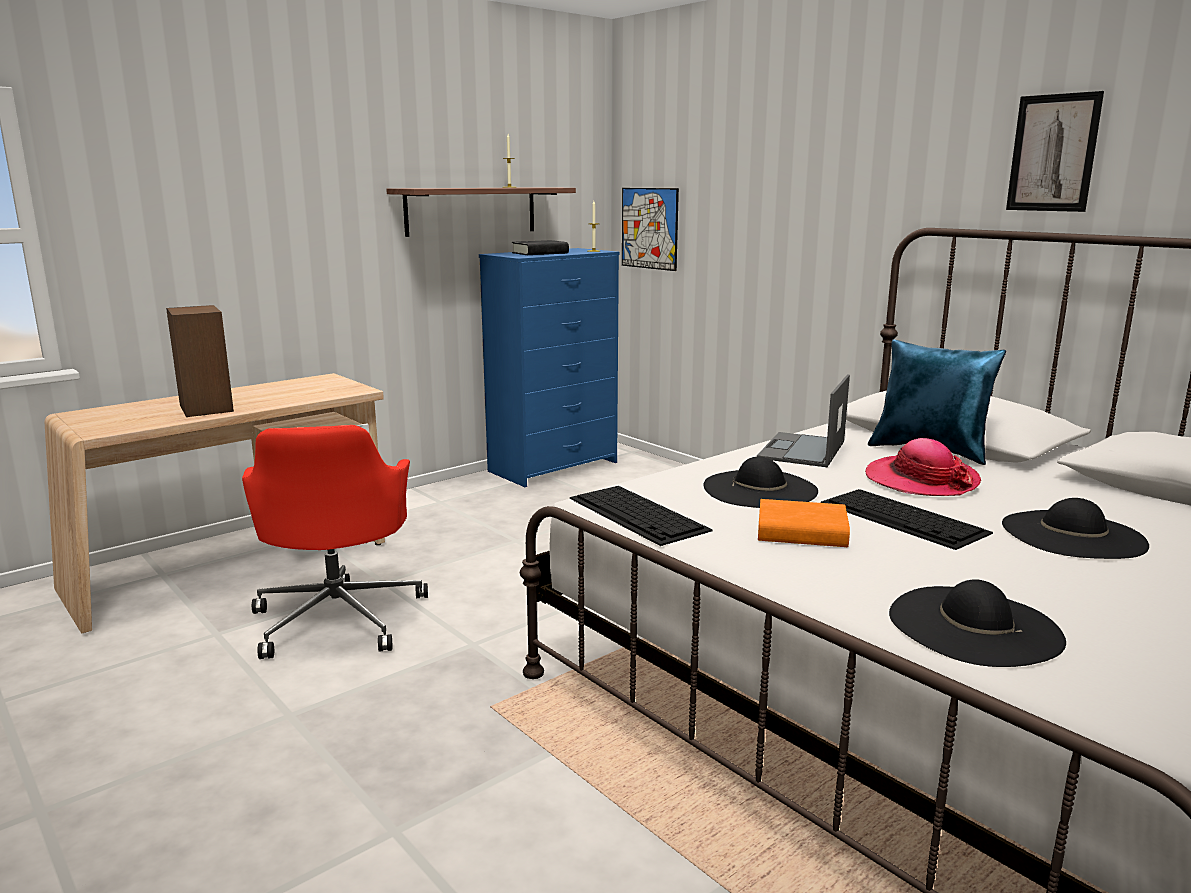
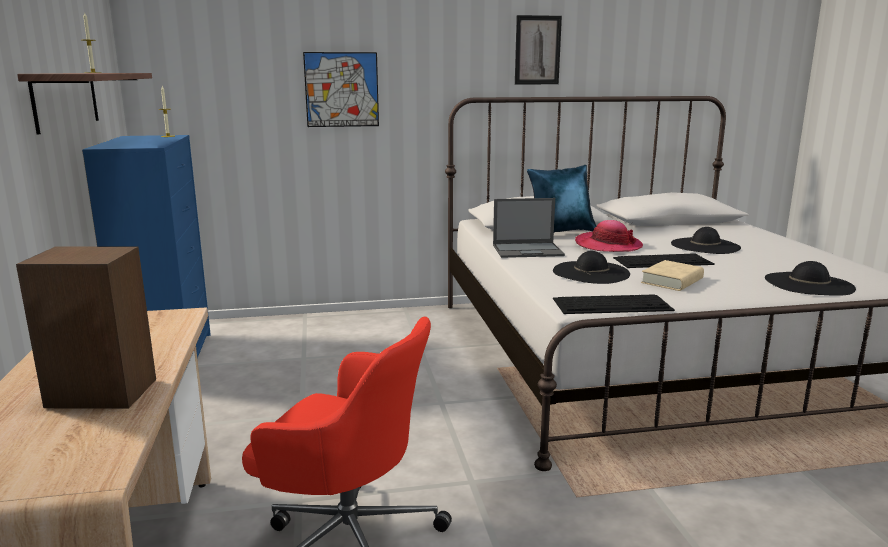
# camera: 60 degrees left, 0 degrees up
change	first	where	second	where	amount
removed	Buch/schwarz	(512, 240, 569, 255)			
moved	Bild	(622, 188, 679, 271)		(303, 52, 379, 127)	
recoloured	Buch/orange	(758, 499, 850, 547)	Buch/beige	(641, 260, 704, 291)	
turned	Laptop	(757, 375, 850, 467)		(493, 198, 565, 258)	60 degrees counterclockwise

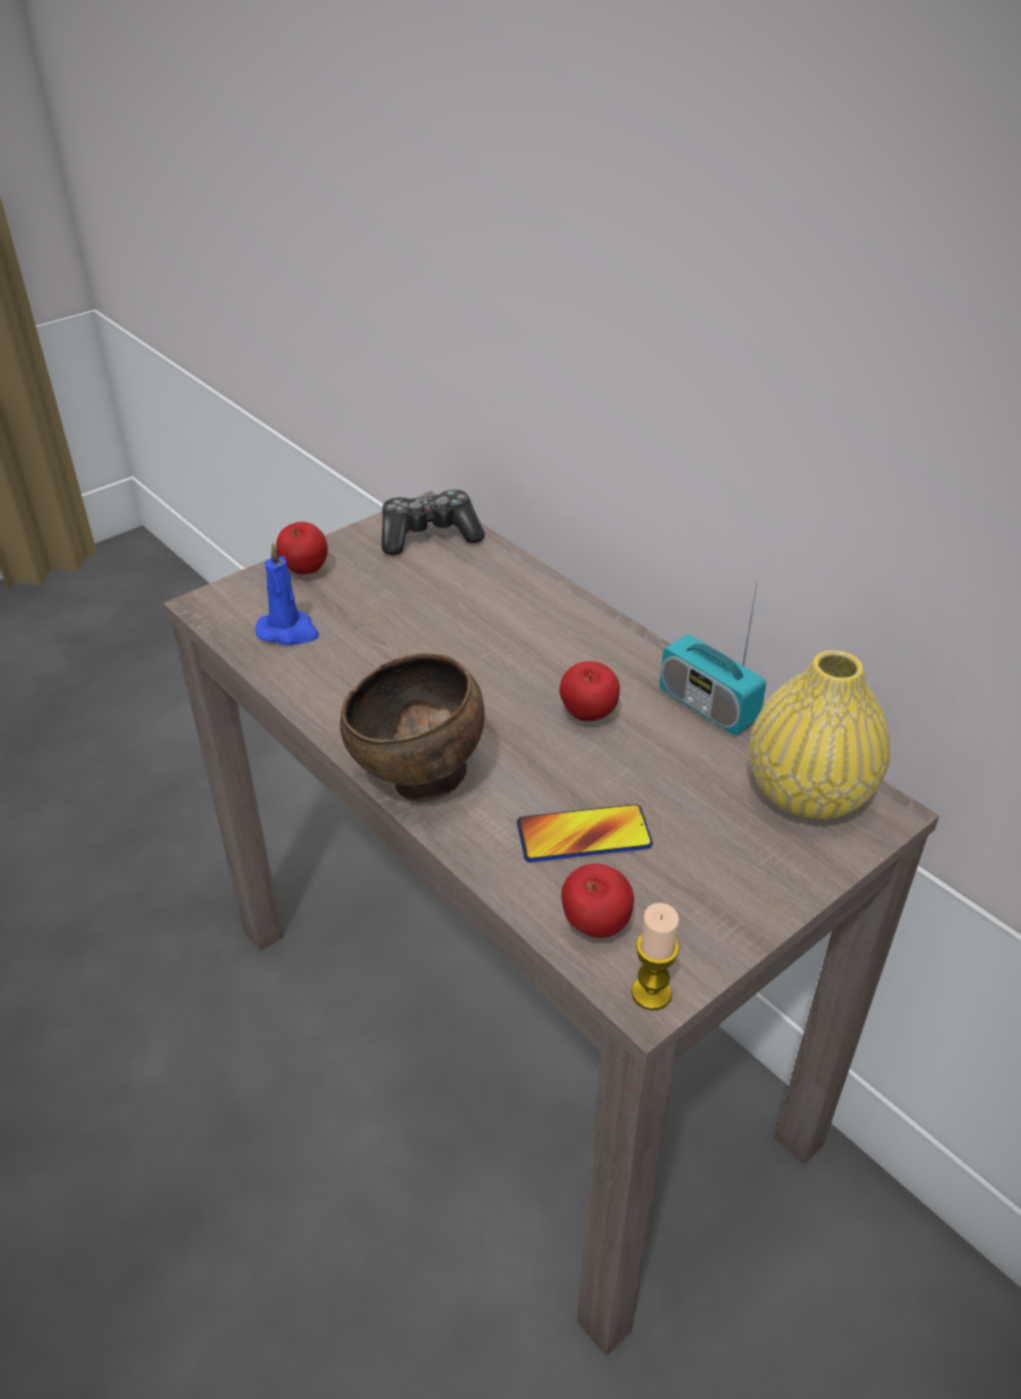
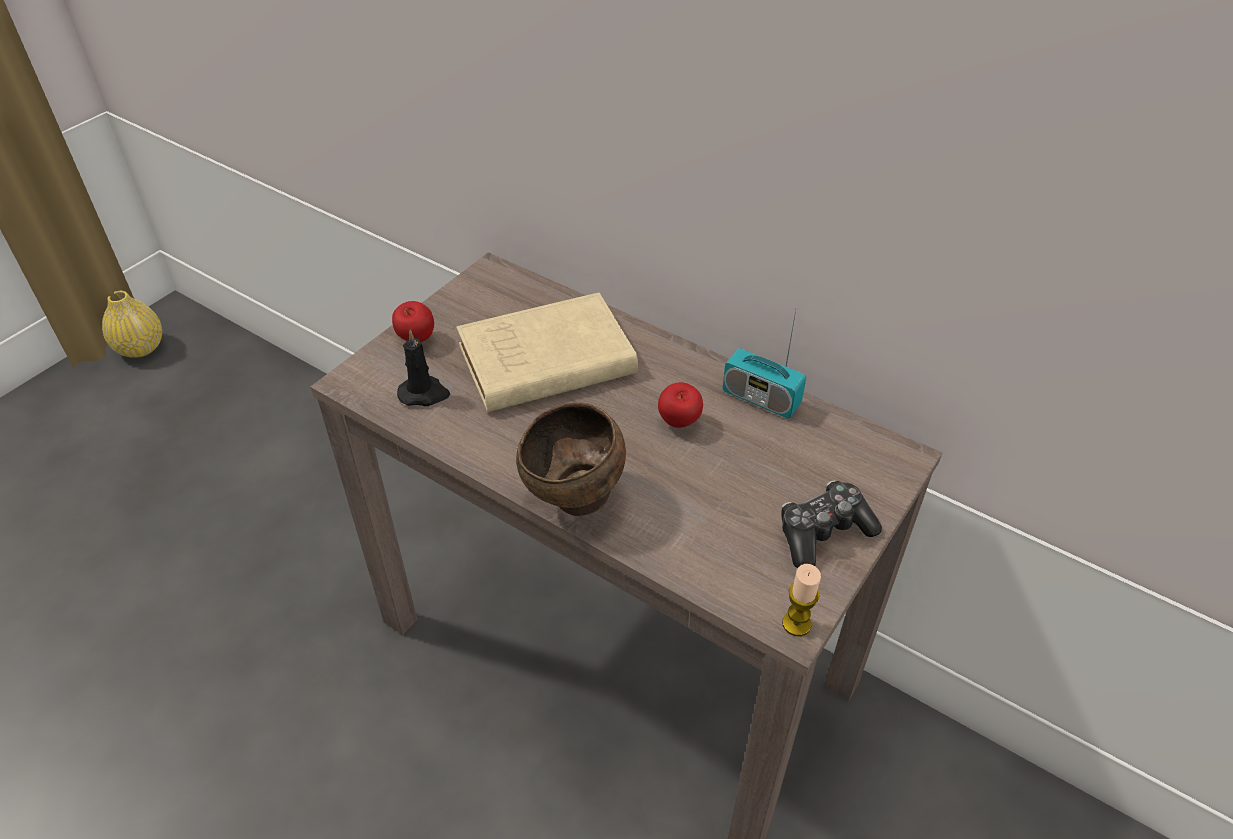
# camera: 15 degrees left, 5 degrees up
change	first	where	second	where	amount
removed	Handy	(517, 804, 653, 862)			
removed	Apfel	(561, 864, 634, 938)			
added			Buch/beige	(456, 292, 638, 412)	
moved	Gamepad	(382, 490, 485, 555)		(781, 480, 882, 568)	
moved	Vase/gelb	(750, 650, 890, 820)		(102, 291, 162, 358)	
recoloured	Kerze/blau	(255, 542, 319, 645)	Kerze/schwarz	(397, 330, 450, 406)	

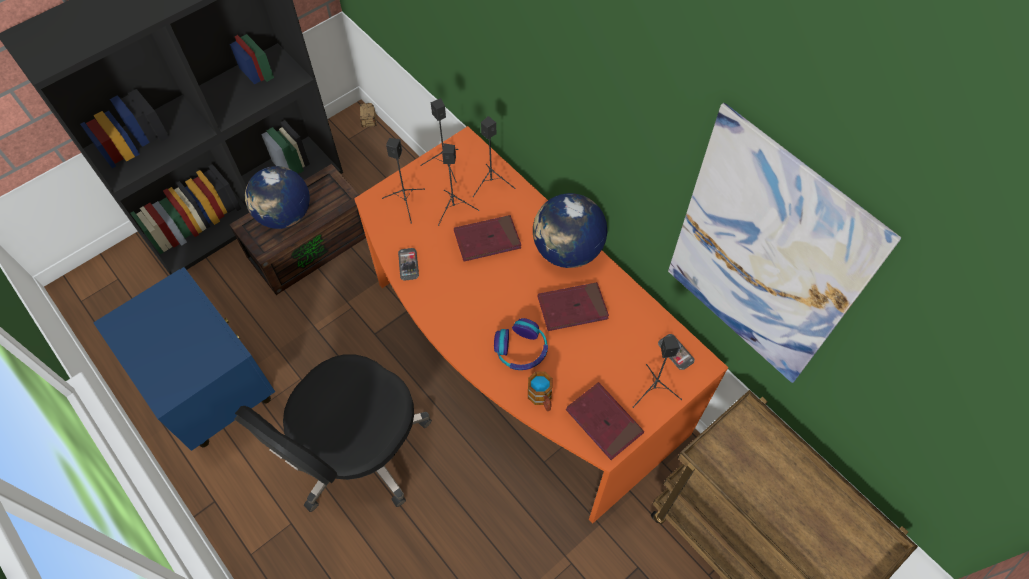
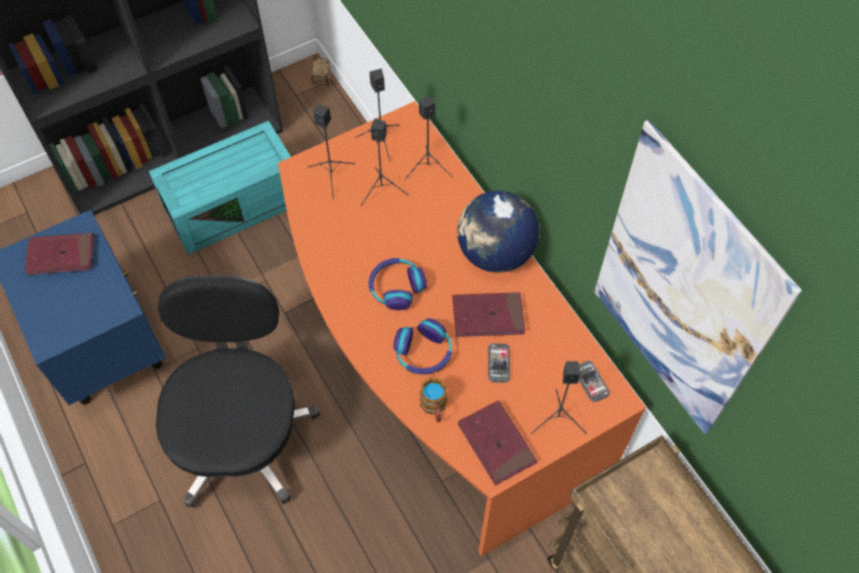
# camera: 10 degrees right, 0 degrees up
change	first	where	second	where	amount
removed	Globus	(245, 166, 310, 229)			
added			Kopfhörer	(369, 258, 427, 310)	
moved	Handy	(398, 248, 419, 281)		(488, 343, 510, 383)	
moved	Buch/rot	(454, 215, 521, 262)		(25, 233, 94, 275)	
recoloured	Aufbewahrungsbox/braun	(229, 164, 366, 295)	Aufbewahrungsbox/türkis	(149, 121, 291, 255)	
turned	Bürostuhl/schwarz	(234, 354, 432, 512)		(156, 275, 320, 508)	135 degrees clockwise

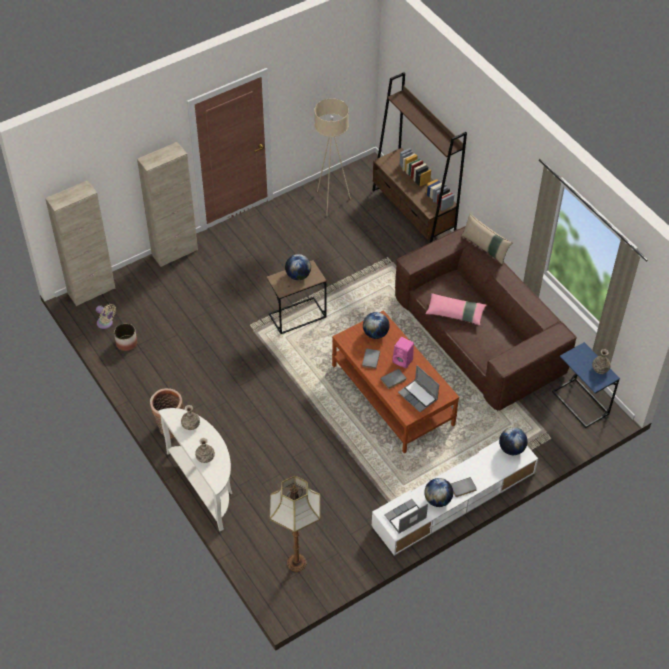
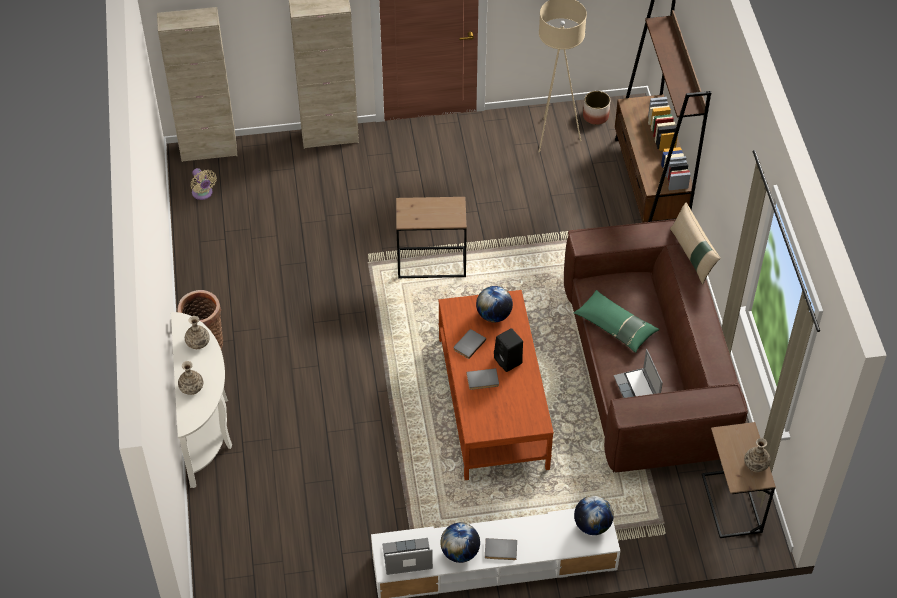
# camera: 25 degrees right, 0 degrees up
change	first	where	second	where	amount
removed	Stehlampe	(269, 476, 320, 572)			
removed	Globus	(285, 254, 311, 280)			
moved	Pflanzkübel	(114, 323, 137, 351)		(583, 91, 610, 125)	
moved	Laptop	(398, 365, 439, 412)		(614, 349, 663, 398)	
recoloured	Lautsprecher/rosa	(392, 337, 414, 368)	Lautsprecher/schwarz	(494, 328, 523, 372)	
recoloured	Kissen/rosa	(425, 293, 486, 326)	Kissen/grün	(574, 290, 660, 353)	
recoloured	Beistelltisch/blau	(552, 342, 620, 428)	Beistelltisch/braun	(702, 422, 776, 538)	

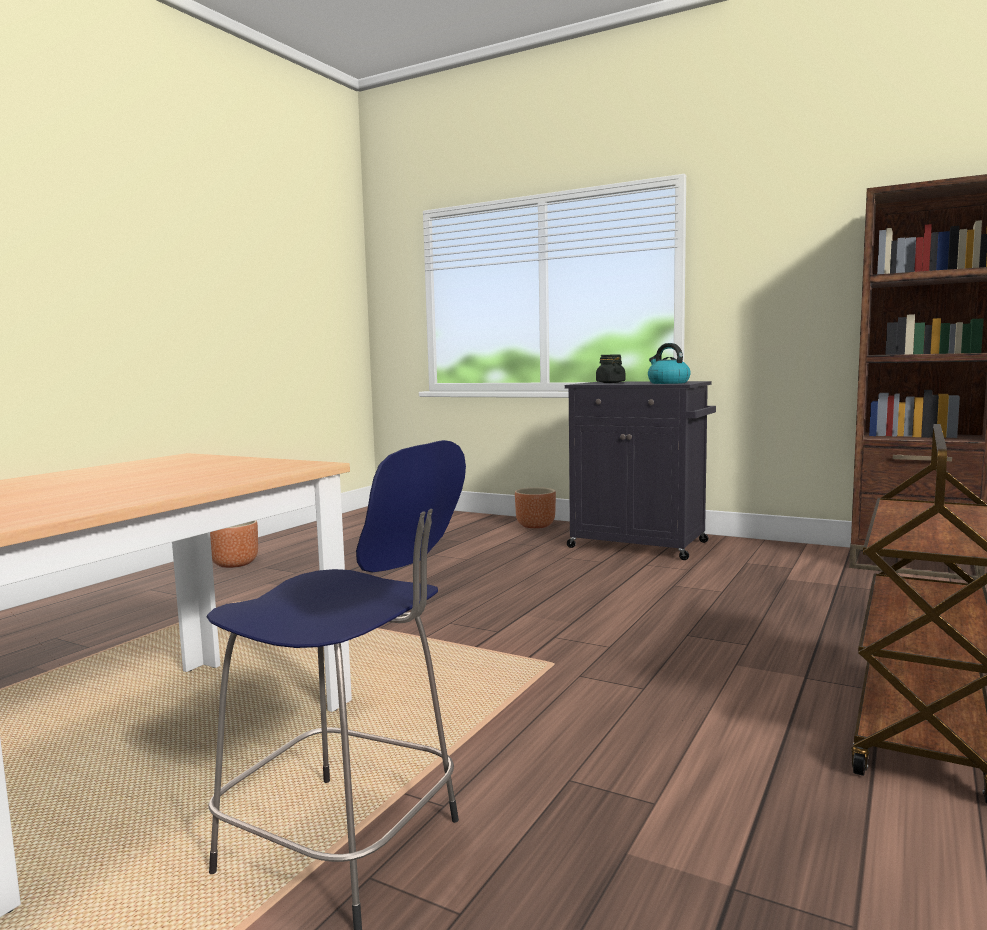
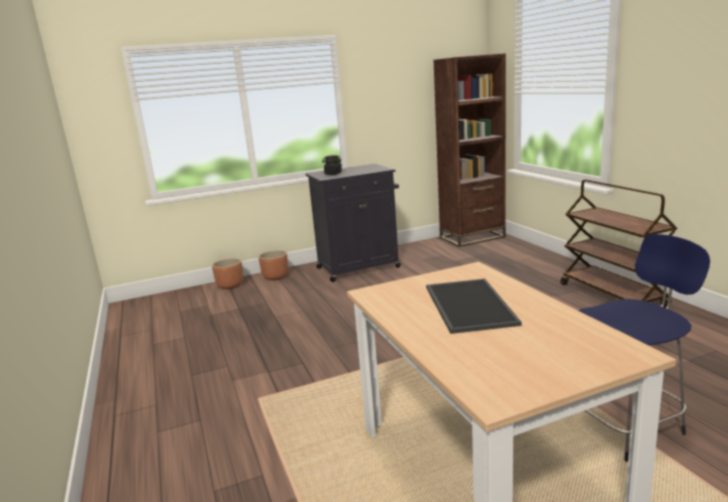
# camera: 50 degrees left, 10 degrees up
change	first	where	second	where	amount
removed	Wasserkessel	(648, 343, 691, 384)			
added			Tablett	(426, 279, 522, 334)	
moved	Pflanzkübel/braun	(210, 520, 258, 568)		(212, 258, 243, 289)	

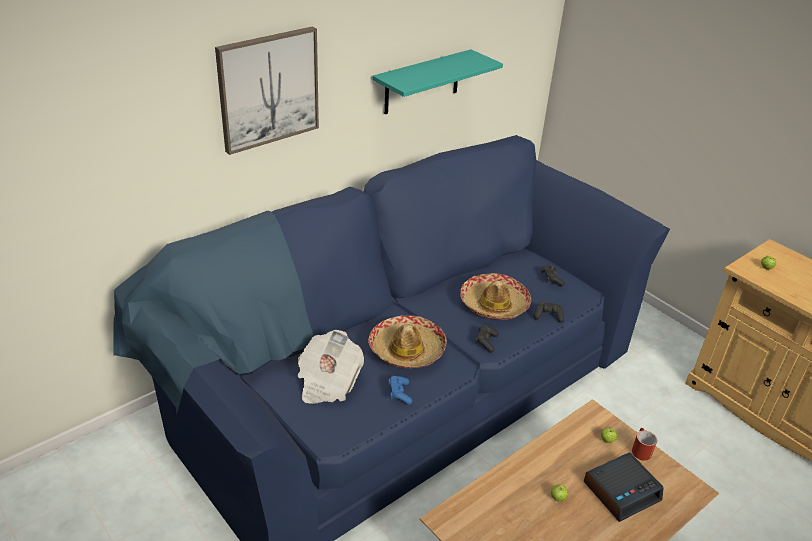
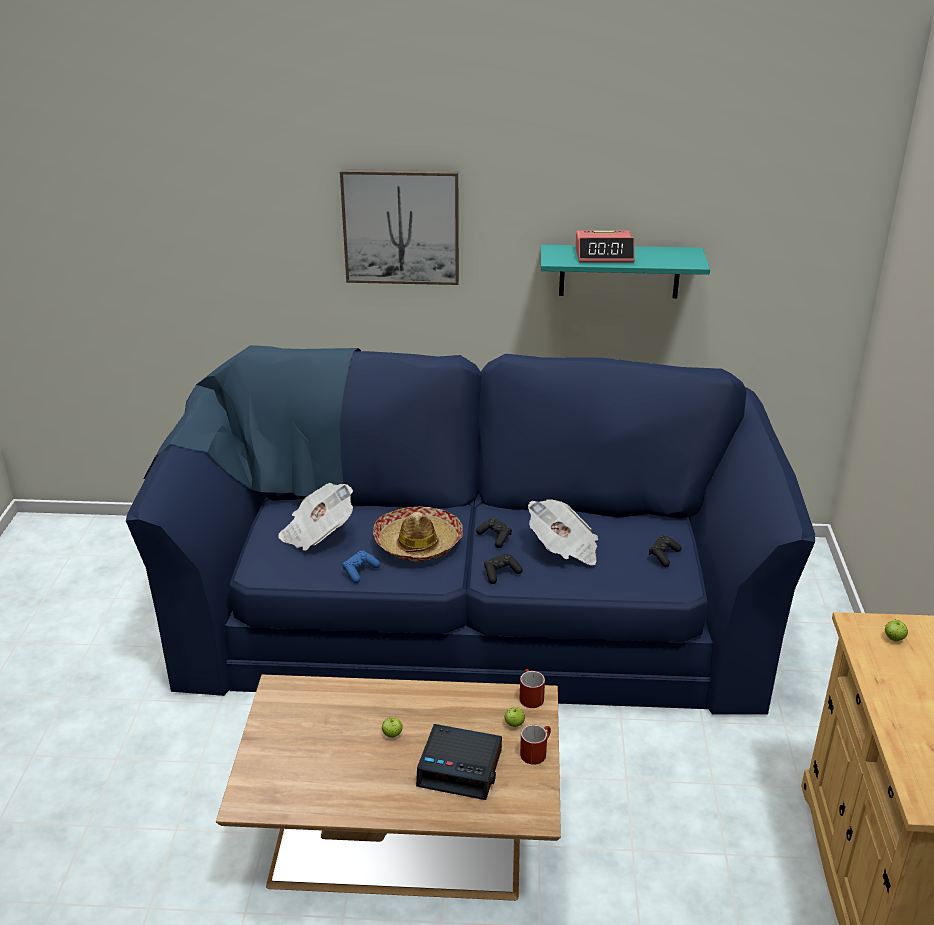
# camera: 45 degrees right, 5 degrees down
change	first	where	second	where	amount
added			Henkelbecher/rot	(520, 669, 545, 708)	
added			Wecker	(575, 231, 635, 263)	
moved	Gamepad/schwarz	(534, 302, 564, 323)		(476, 518, 512, 548)	
replaced	Hut	(460, 273, 531, 320)	Zeitung	(528, 499, 598, 566)	

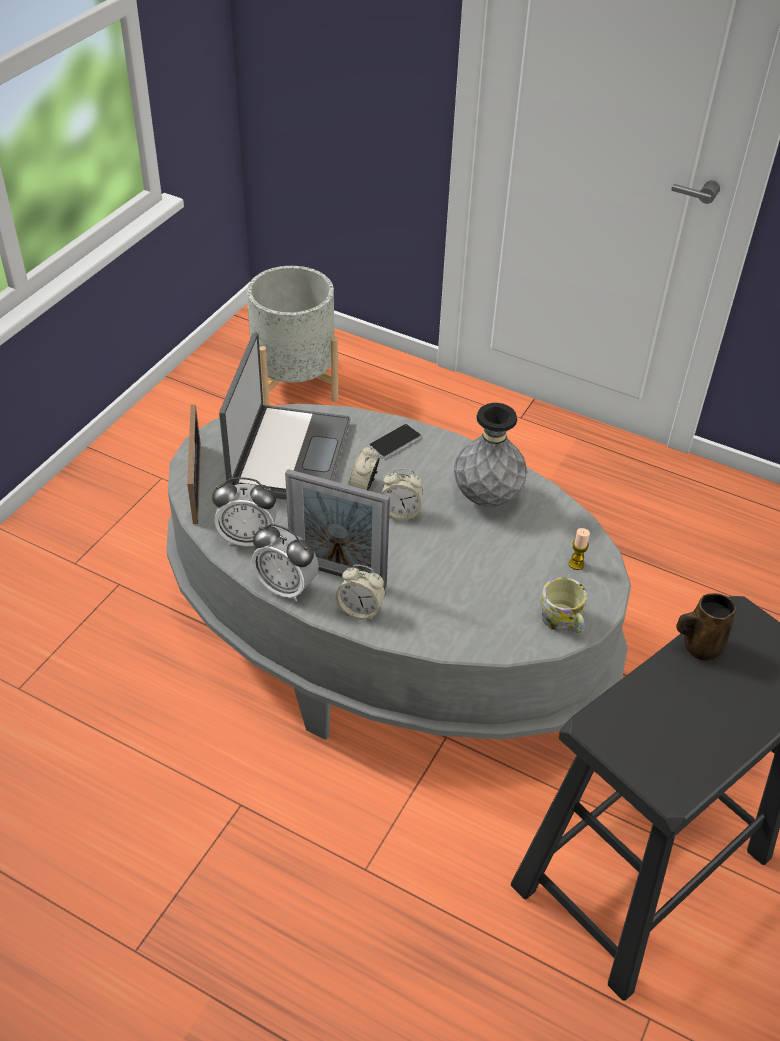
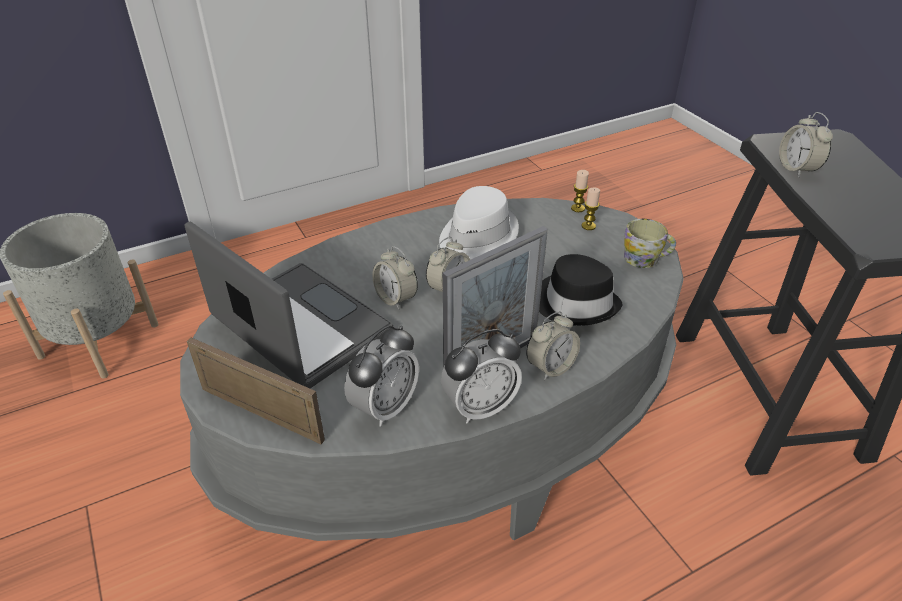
# camera: 55 degrees left, 5 degrees down
change	first	where	second	where	amount
removed	Handy	(369, 424, 421, 458)			
added			Hut/schwarz	(539, 254, 622, 326)	
added			Kerze	(571, 170, 589, 212)	
replaced	Vase/grau	(454, 403, 527, 507)	Hut/weiß	(439, 186, 519, 260)	
replaced	Henkelbecher/braun	(676, 593, 736, 661)	Wecker	(779, 112, 833, 178)	

